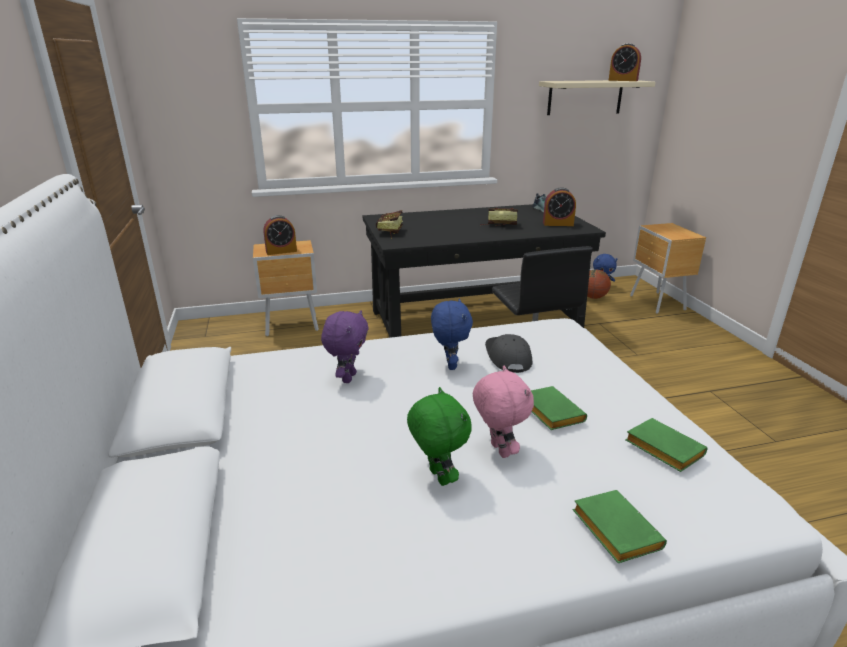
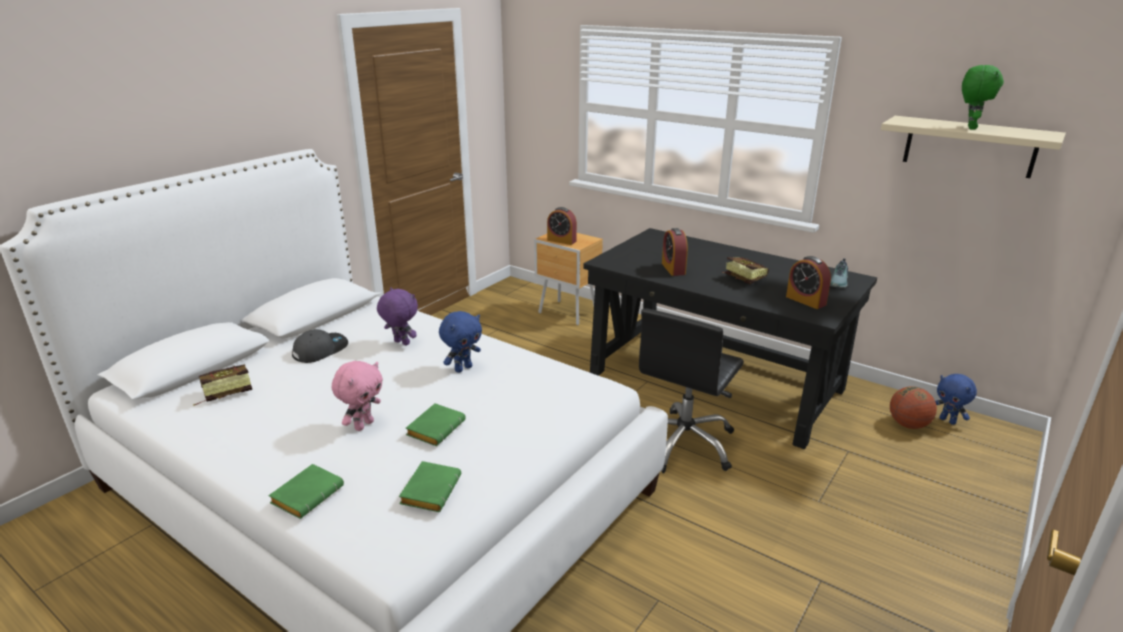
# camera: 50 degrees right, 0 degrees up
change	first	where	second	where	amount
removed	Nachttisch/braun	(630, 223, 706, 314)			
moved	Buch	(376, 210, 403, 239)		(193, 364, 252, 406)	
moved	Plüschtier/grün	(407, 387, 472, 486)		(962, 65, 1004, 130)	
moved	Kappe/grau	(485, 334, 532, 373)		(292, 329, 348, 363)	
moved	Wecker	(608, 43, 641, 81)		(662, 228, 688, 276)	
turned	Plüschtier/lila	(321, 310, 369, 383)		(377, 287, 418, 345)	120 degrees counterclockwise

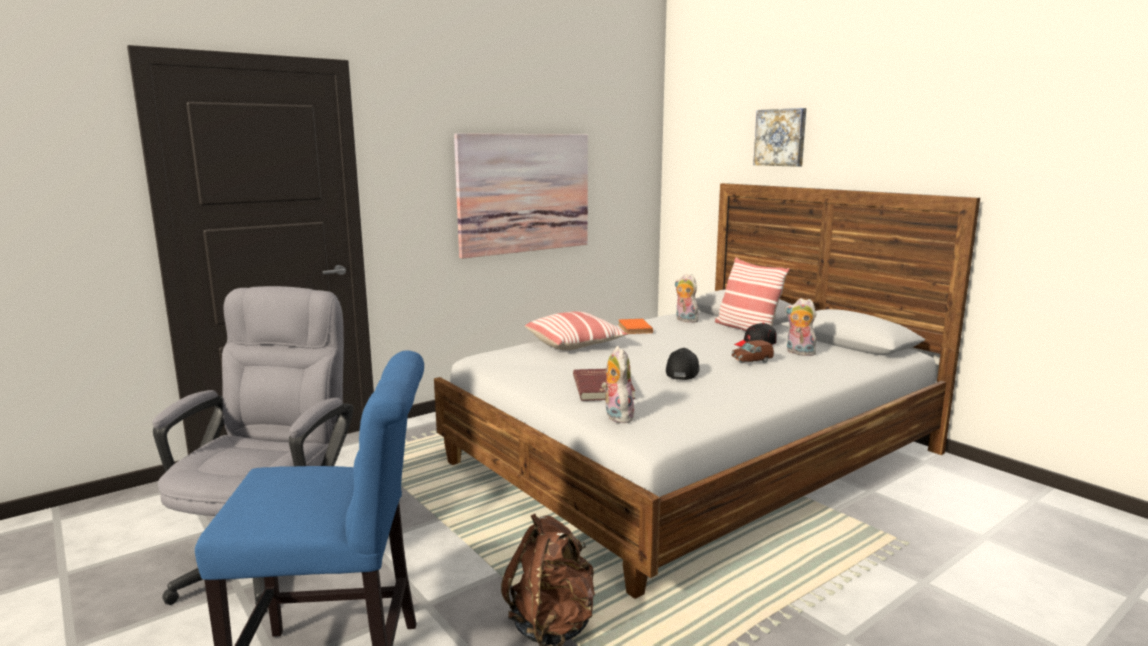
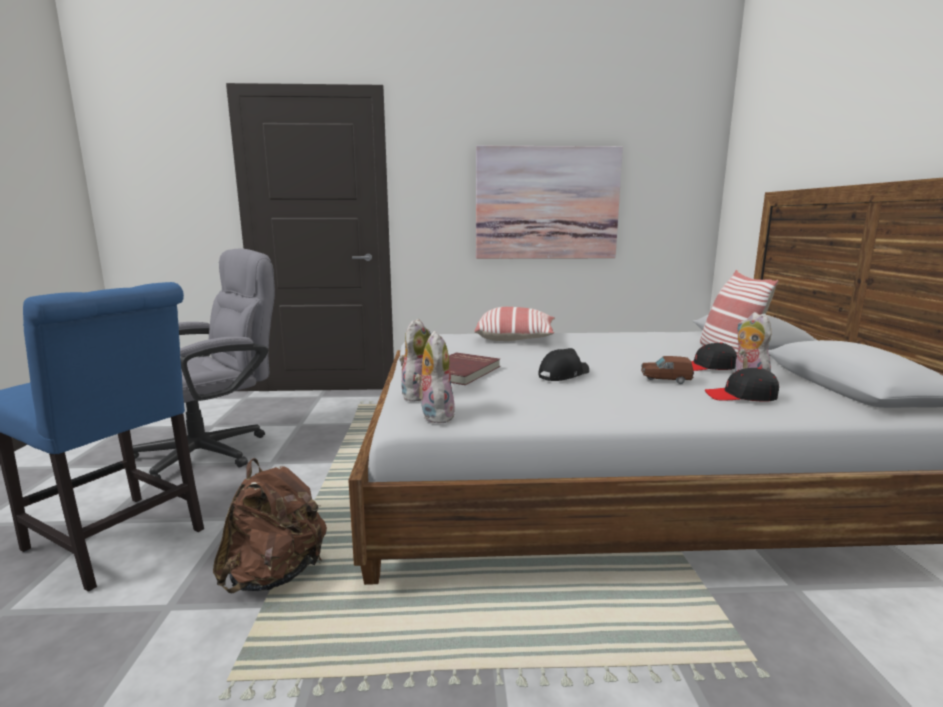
# camera: 35 degrees right, 0 degrees up
change	first	where	second	where	amount
removed	Buch/orange	(618, 319, 653, 334)			
removed	Bild	(753, 108, 806, 167)			
added			Kappe/schwarz	(705, 367, 779, 402)	
moved	Plüschtier	(675, 274, 699, 323)		(415, 331, 455, 423)	

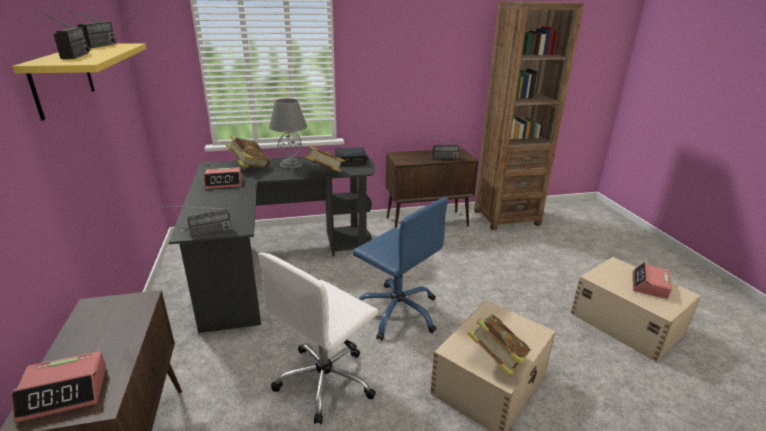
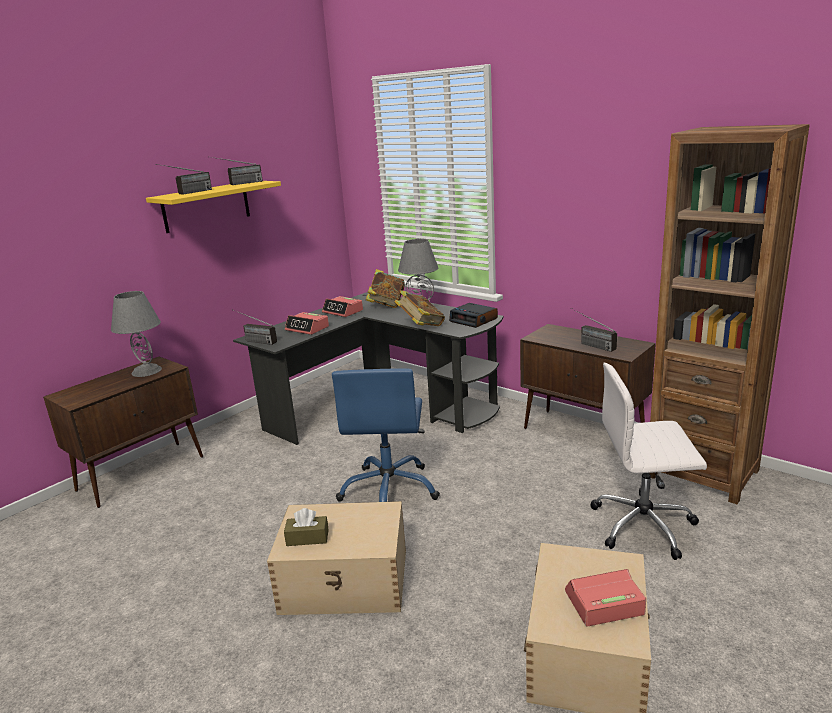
# camera: 55 degrees right, 5 degrees down
change	first	where	second	where	amount
added			Tischlampe/grau	(111, 291, 162, 377)	
moved	Wecker	(11, 351, 106, 423)		(285, 312, 329, 335)	
moved	Bürostuhl/weiß	(258, 253, 379, 424)		(590, 363, 707, 560)	
replaced	Buch	(467, 314, 531, 376)	Taschentuchbox/braun	(284, 508, 329, 546)	

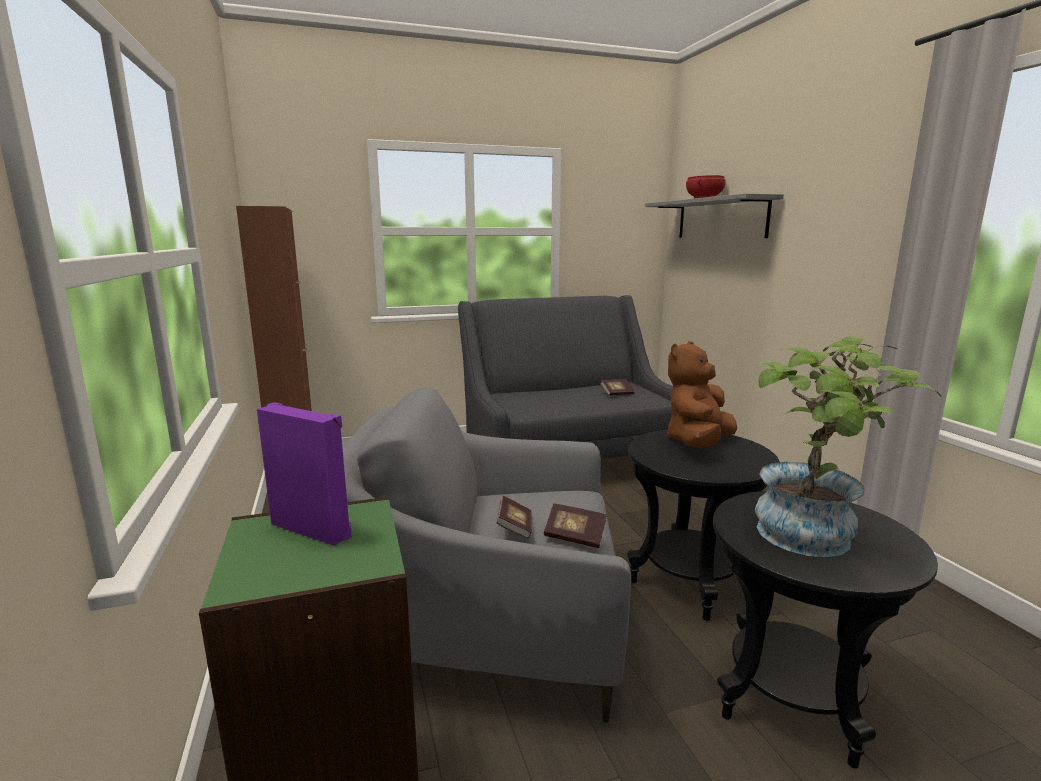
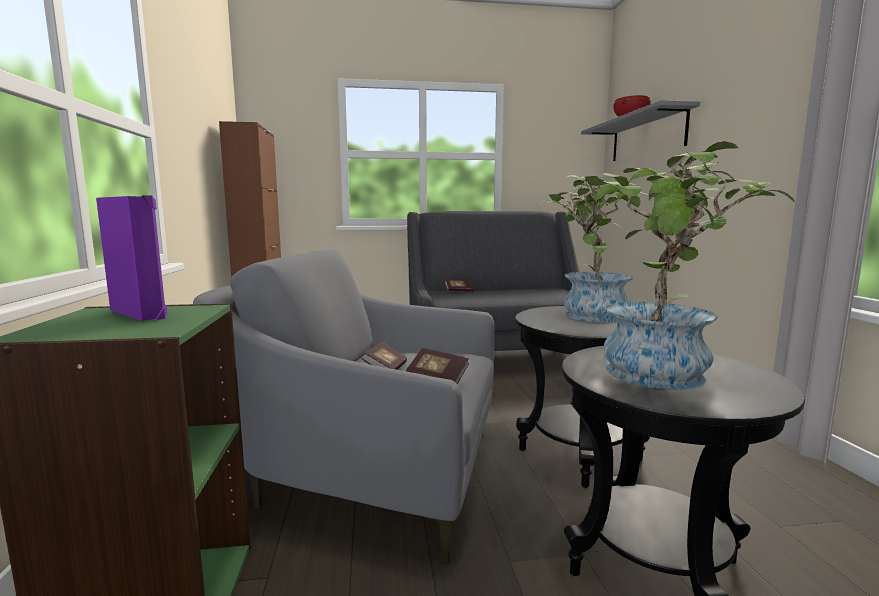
# camera: 10 degrees right, 5 degrees down
change	first	where	second	where	amount
moved	Buch	(600, 379, 635, 396)		(444, 278, 474, 292)	
replaced	Plüschtier/braun	(667, 341, 737, 448)	Topfpflanze	(536, 175, 648, 323)	

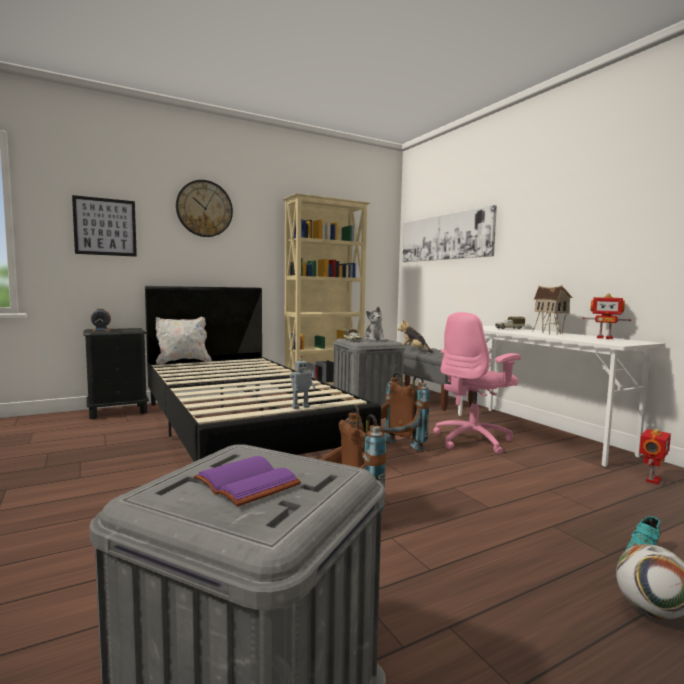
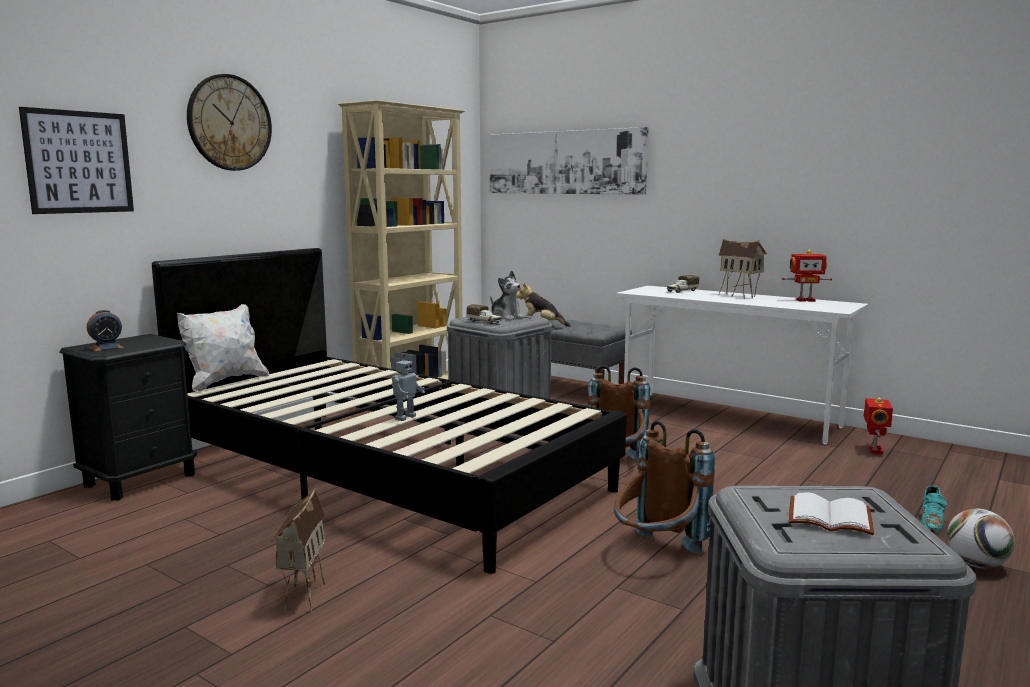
# camera: 25 degrees left, 5 degrees up
change	first	where	second	where	amount
removed	Bürostuhl/rosa	(433, 312, 521, 454)			
added			Spielzeughaus	(271, 488, 326, 613)	
moved	Spielzeugroboter	(290, 355, 315, 409)		(392, 354, 425, 421)	
recoloured	Buch/lila	(194, 456, 301, 507)	Buch/weiß	(789, 492, 874, 535)	

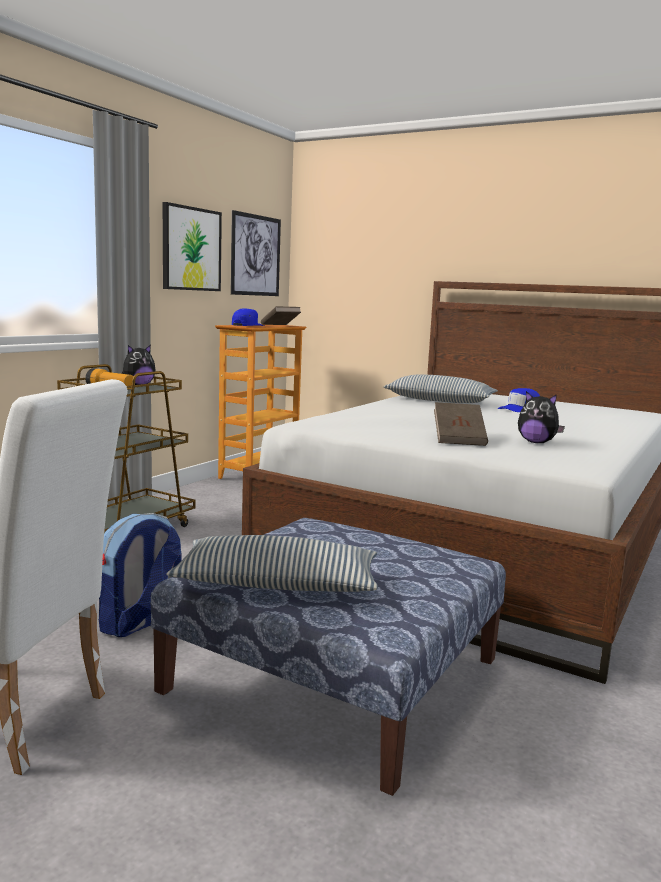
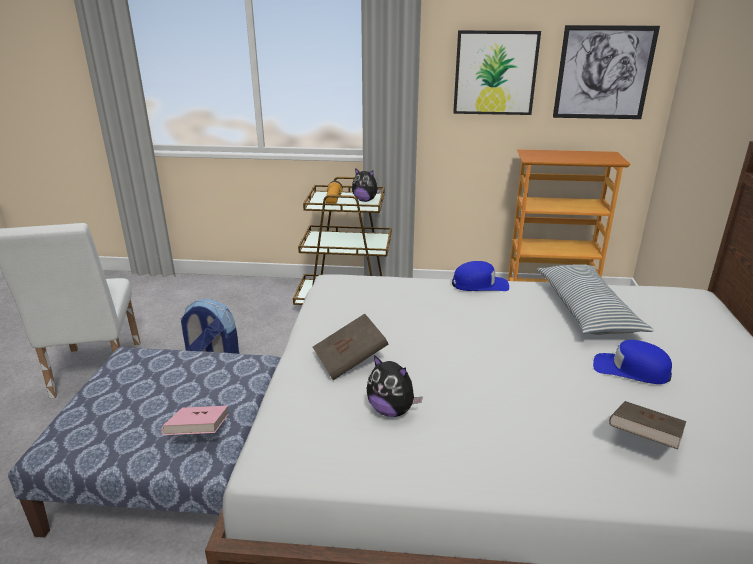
# camera: 65 degrees right, 15 degrees up
change	first	where	second	where	amount
removed	Kissen	(166, 535, 378, 592)			
added			Buch/rosa	(162, 406, 229, 435)	
moved	Kappe/blau	(232, 308, 264, 326)		(452, 261, 509, 291)	
moved	Buch/braun	(261, 306, 301, 325)		(609, 401, 686, 449)	
turned	Plüschtier	(518, 391, 565, 443)		(367, 355, 423, 417)	60 degrees counterclockwise

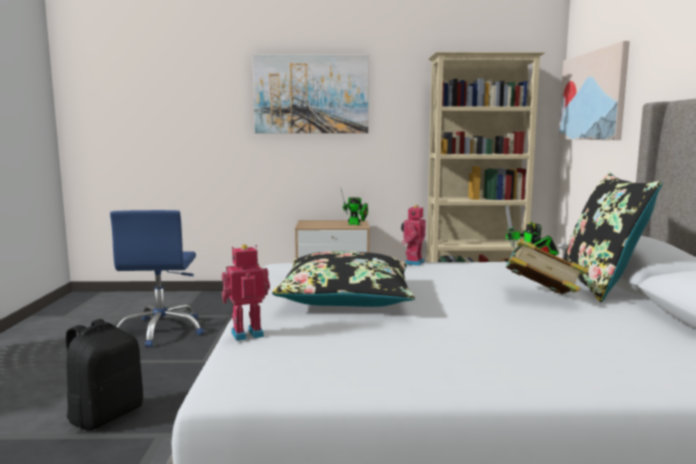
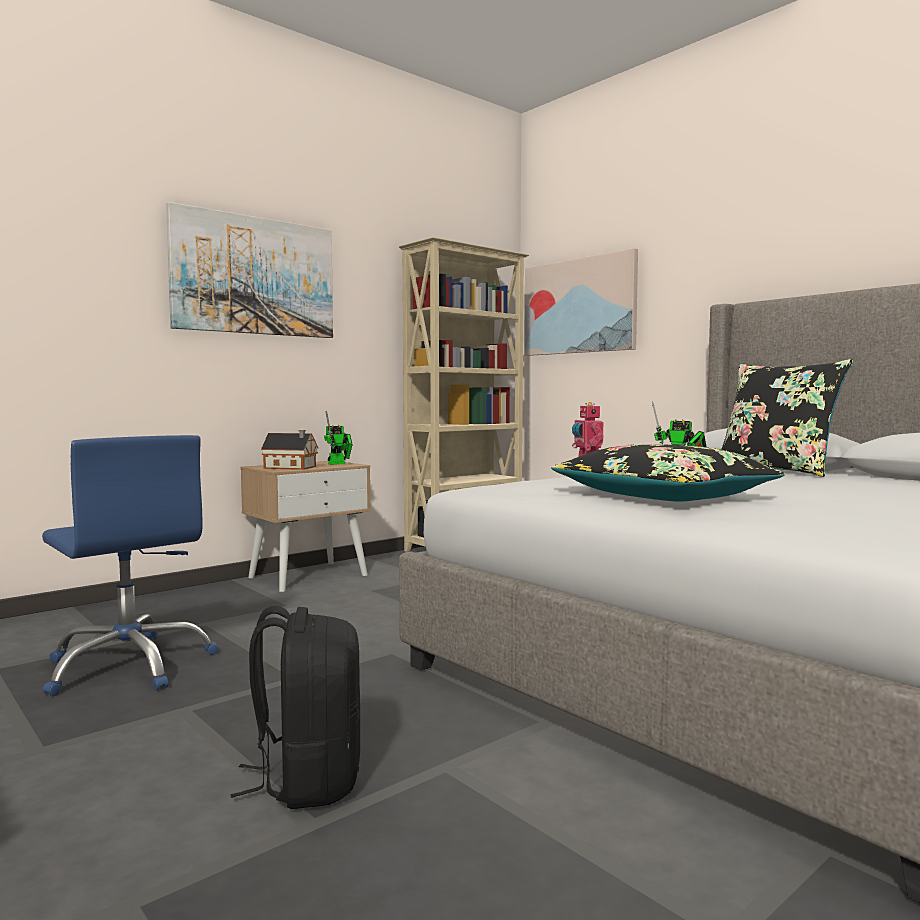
# camera: 40 degrees left, 5 degrees down
change	first	where	second	where	amount
removed	Spielzeugroboter	(222, 244, 270, 341)			
removed	Buch	(501, 239, 589, 294)			
added			Spielzeughaus	(261, 430, 318, 470)	

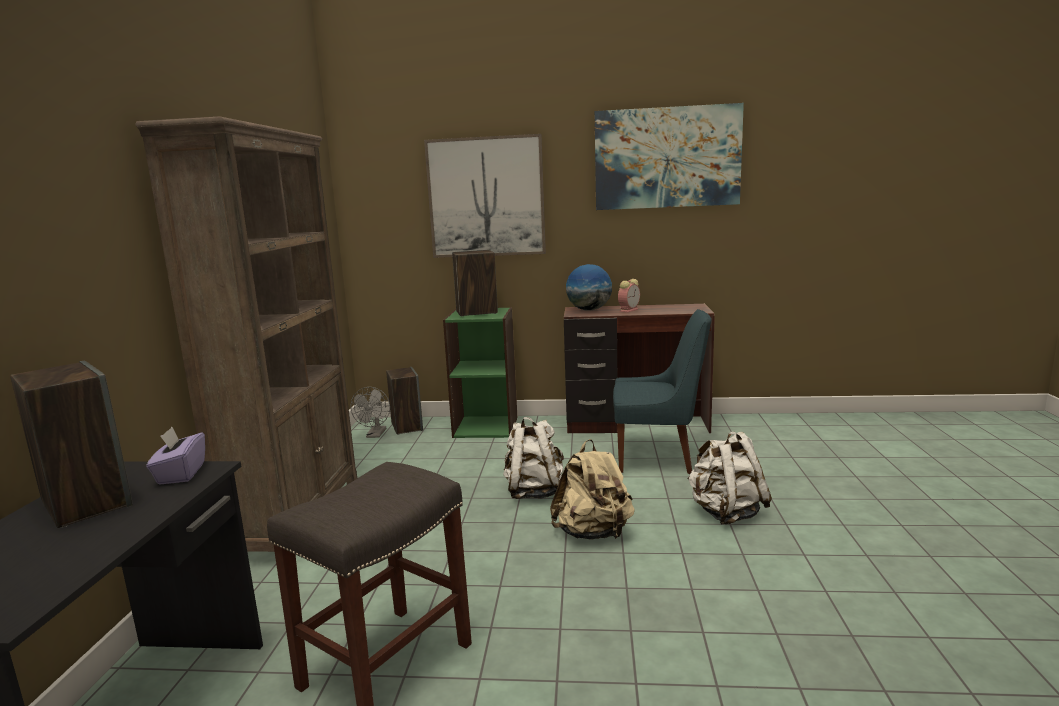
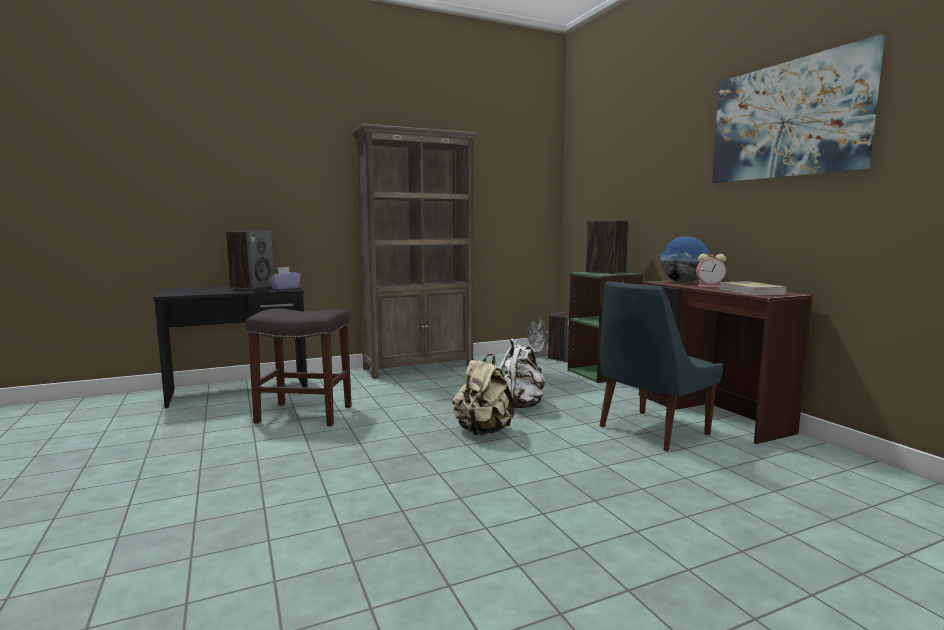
# camera: 60 degrees right, 5 degrees down
change	first	where	second	where	amount
removed	Bild	(424, 134, 546, 258)			
removed	Rucksack/weiß	(688, 432, 772, 524)			
added			Buch	(719, 281, 787, 295)	
turned	Stuhl/blau	(613, 309, 711, 474)		(600, 281, 723, 452)	75 degrees clockwise

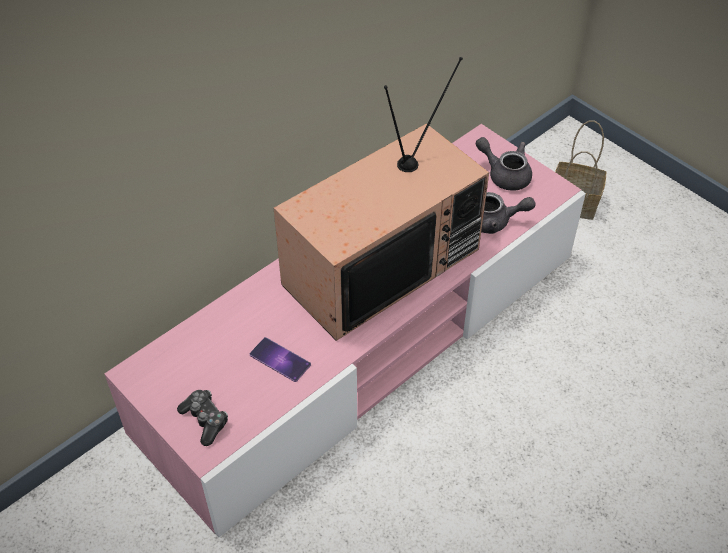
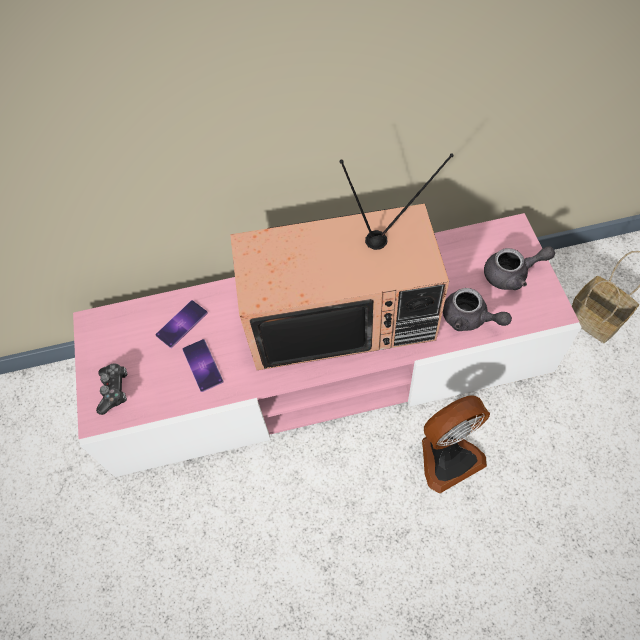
# camera: 35 degrees right, 10 degrees up
change	first	where	second	where	amount
added			Handy	(156, 300, 208, 348)	
added			Ventilator	(422, 395, 490, 493)	
turned	Teekanne/grau	(476, 137, 532, 191)		(484, 246, 555, 290)	105 degrees clockwise

